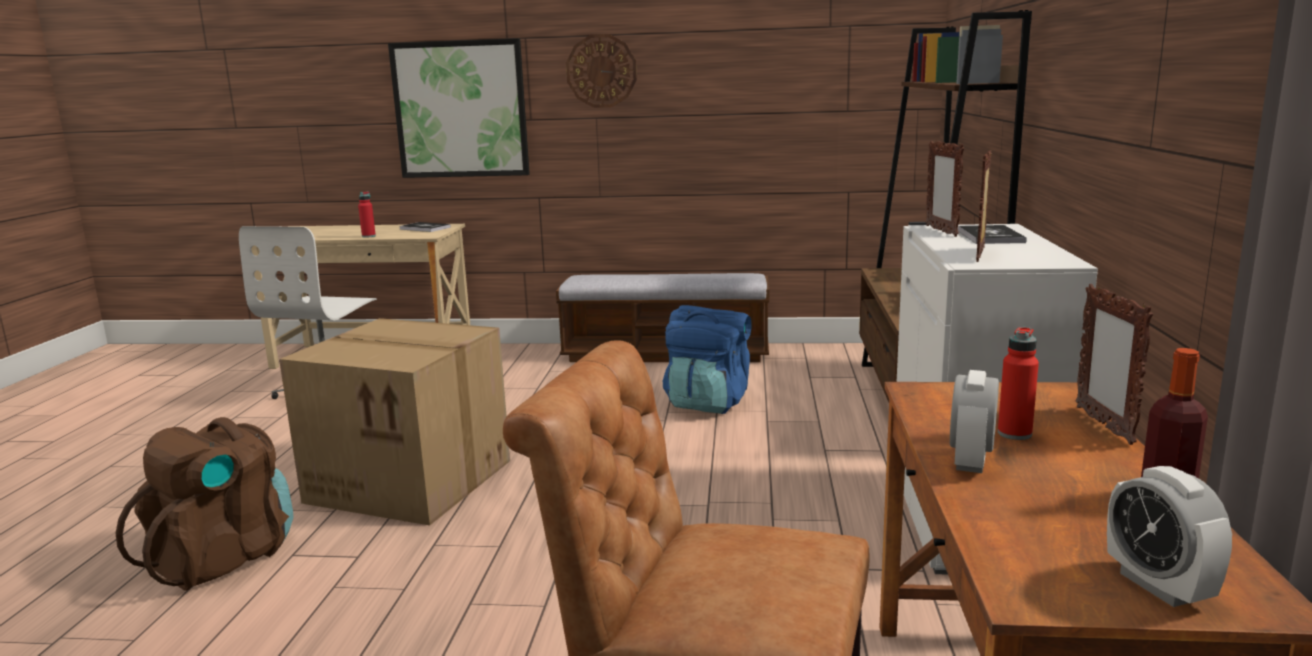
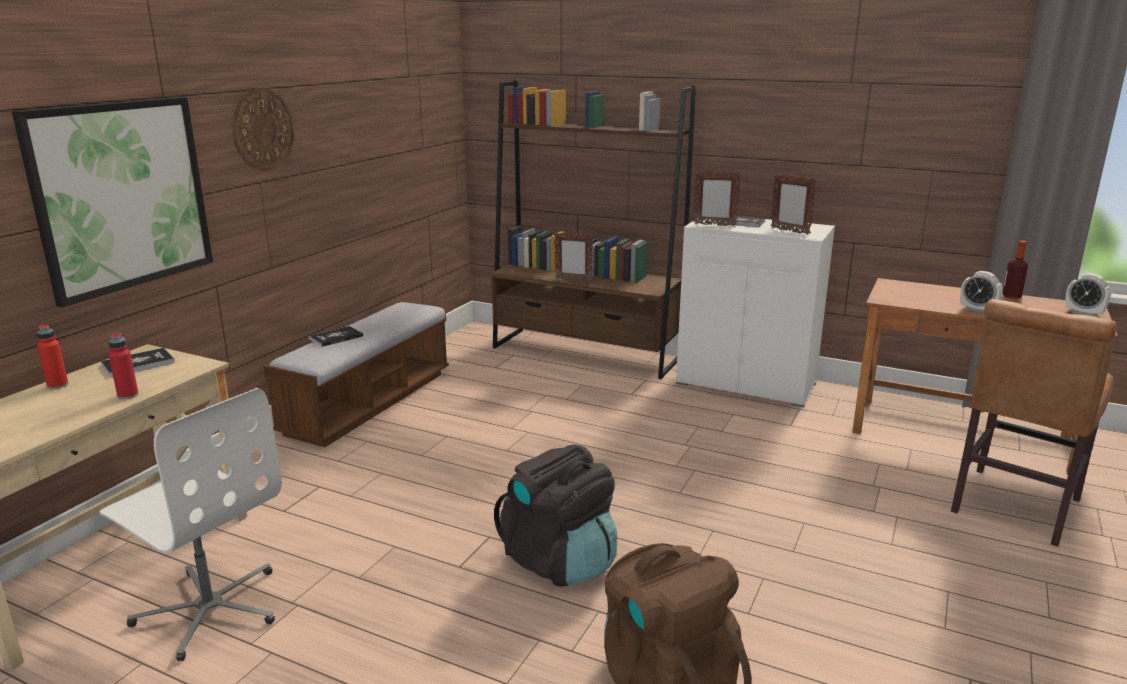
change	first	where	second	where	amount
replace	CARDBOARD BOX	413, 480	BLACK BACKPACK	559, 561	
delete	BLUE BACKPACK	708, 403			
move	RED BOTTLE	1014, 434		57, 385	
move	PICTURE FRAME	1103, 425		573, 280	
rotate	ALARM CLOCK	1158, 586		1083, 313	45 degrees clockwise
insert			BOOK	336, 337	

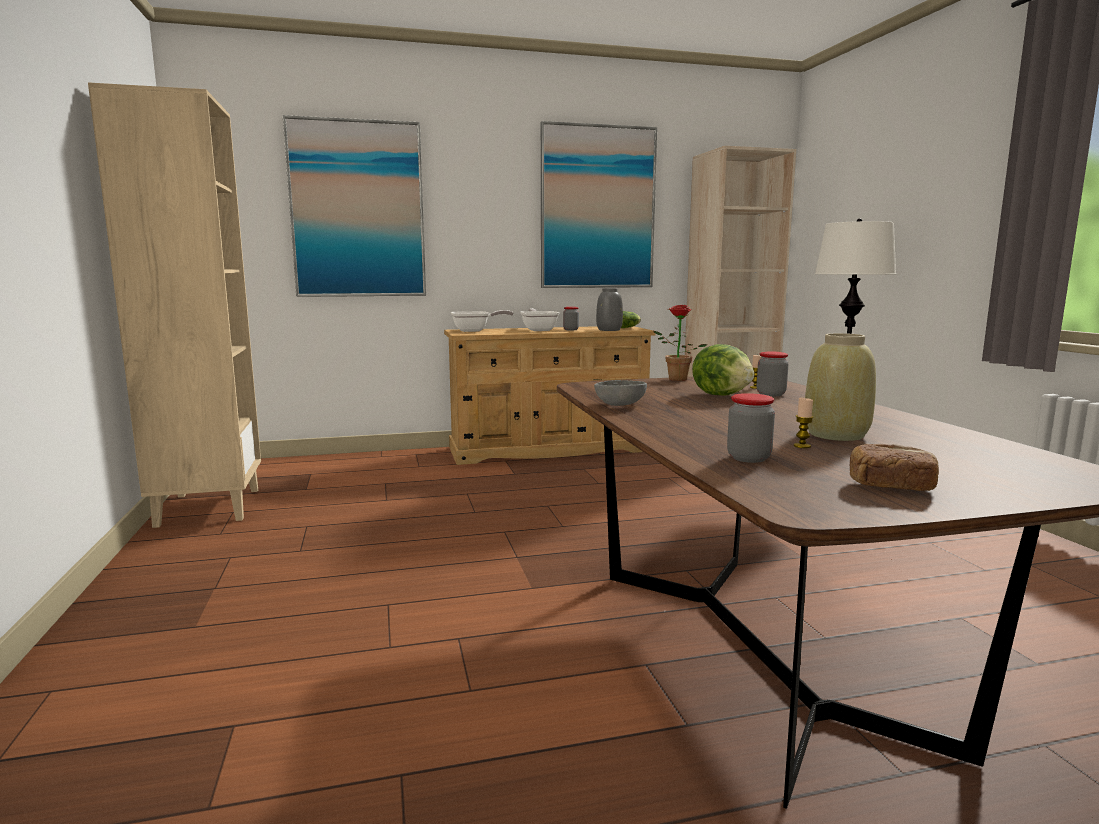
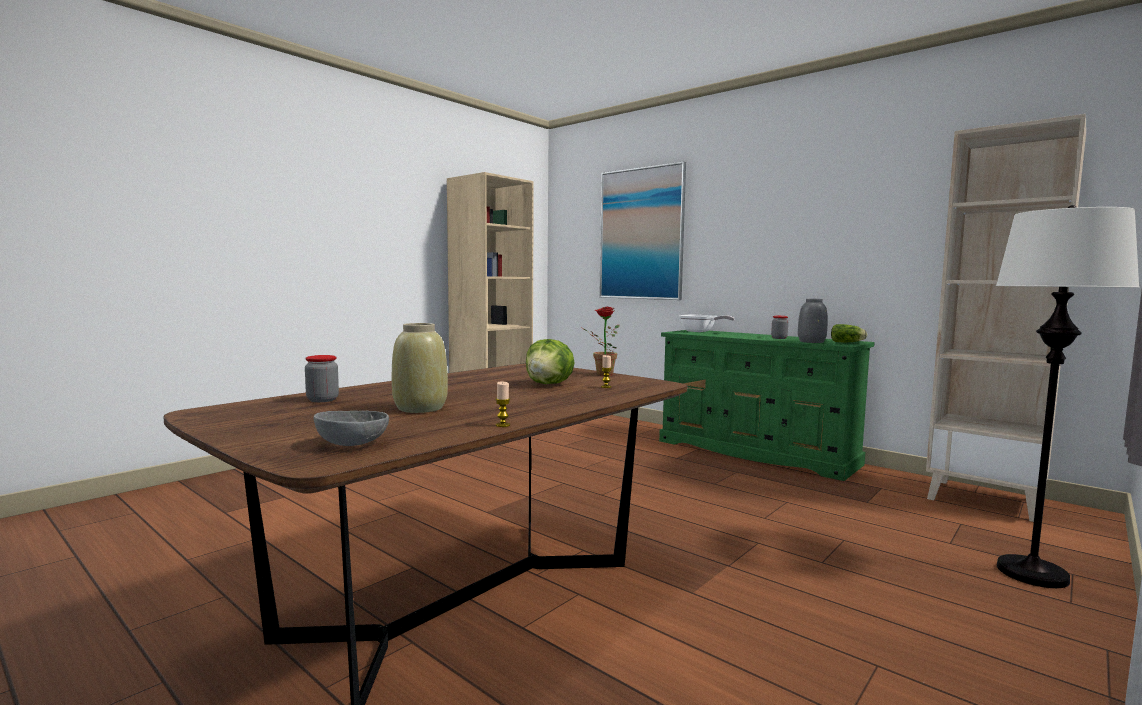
change	first	where	second	where	amount
recolor	BEIGE DRESSER	550, 449	GREEN DRESSER	756, 452	
delete	FRYING PAN	539, 330			
delete	PICTURE	597, 208			
move	GREY BOWL	618, 404		352, 443	
delete	JAR	771, 394			
move	CANDLE	802, 446		503, 425	
delete	BREAD	891, 487			

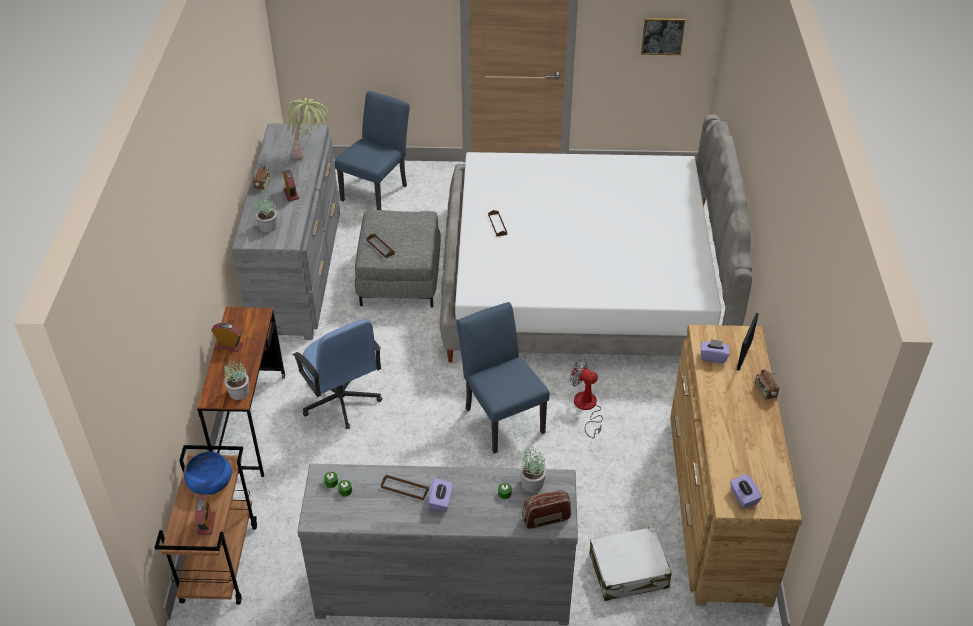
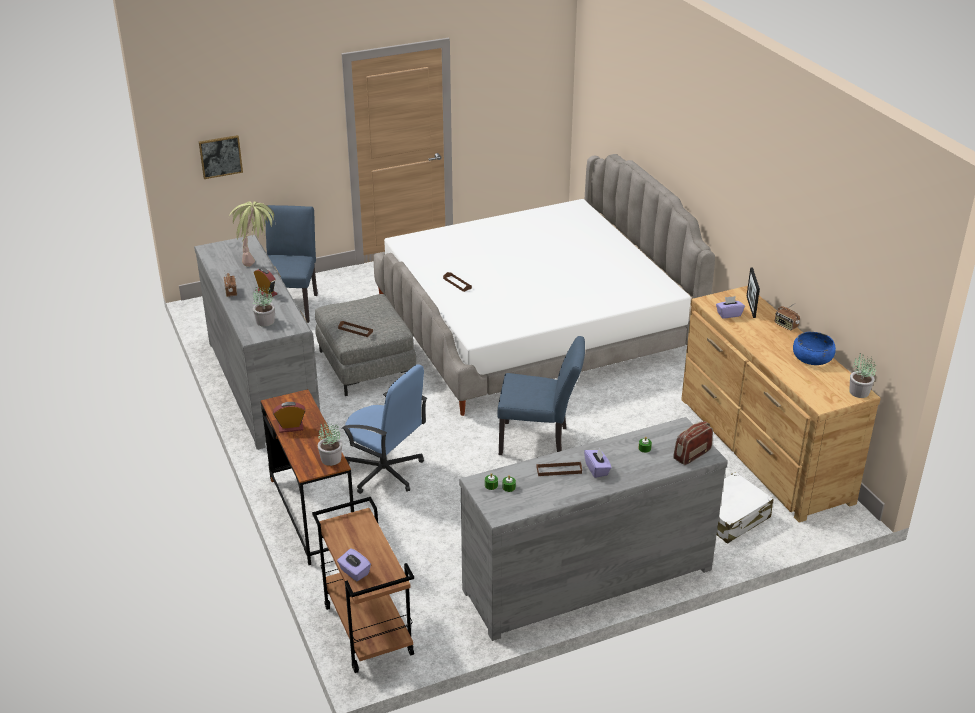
change	first	where	second	where	amount
move	BLUE BOWL	209, 481		812, 357	
delete	ALARM CLOCK	206, 523			
rotate	BLUE CHAIR	501, 416		539, 441	150 degrees clockwise
move	POTTED PLANT	532, 483		858, 392	
delete	FAN	587, 408			
move	PICTURE	662, 36		220, 156	
move	PURPLE TISSUE BOX	743, 497		354, 572	

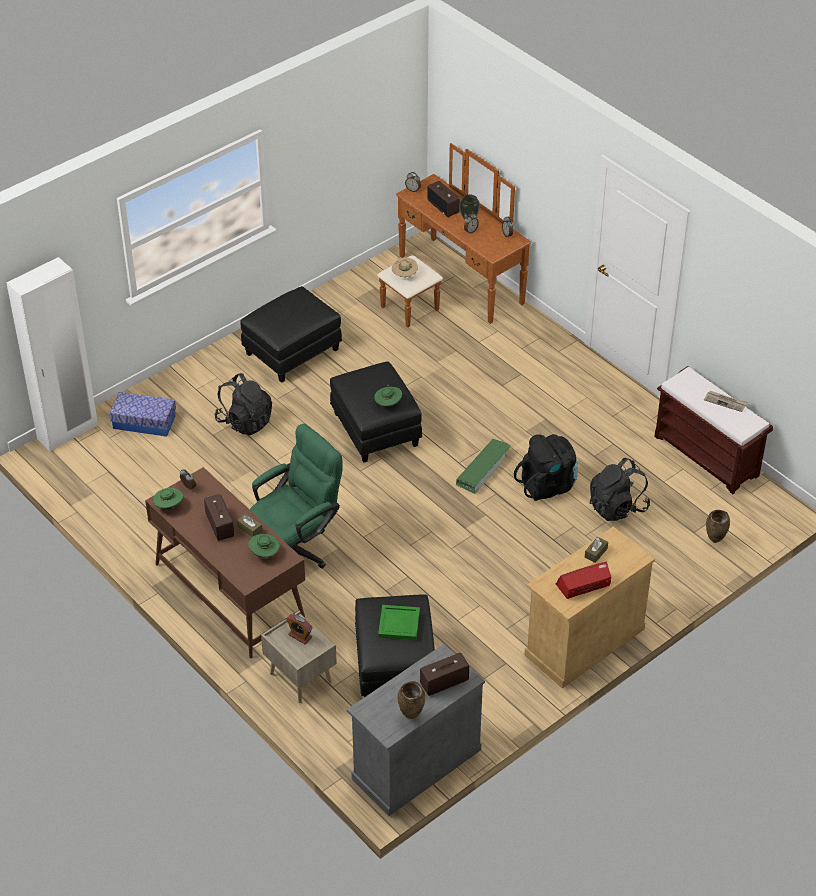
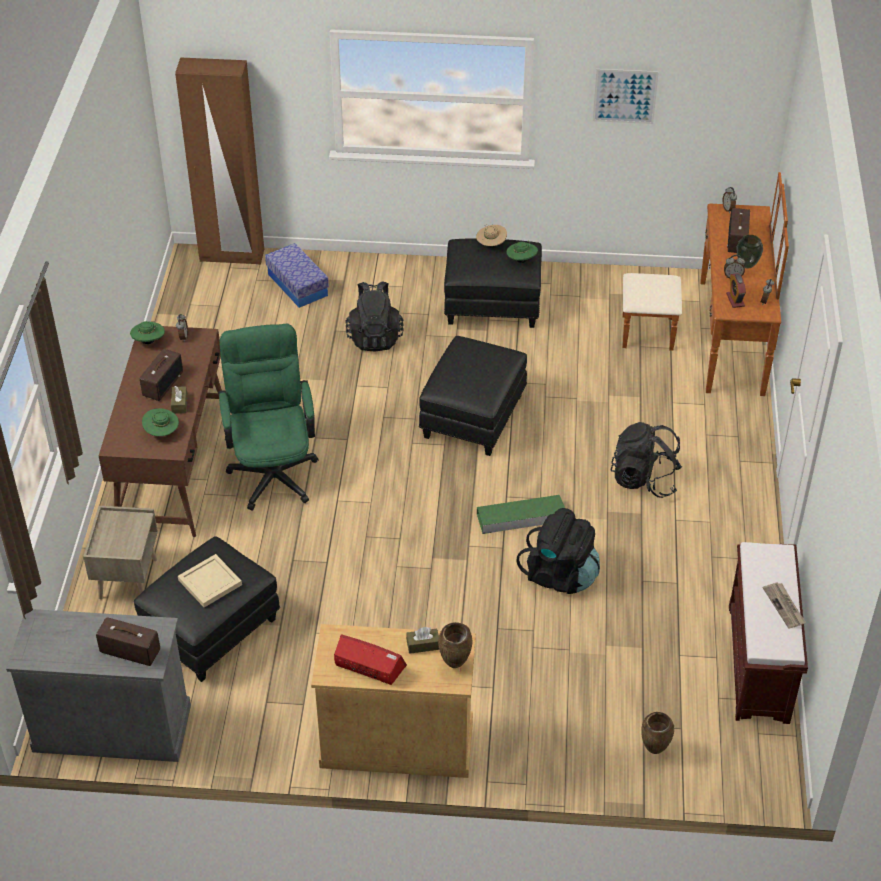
change	first	where	second	where	amount
recolor	WHITE WARDROBE	68, 433	BROWN WARDROBE	232, 256	
rotate	GREEN OFFICE CHAIR	296, 547		273, 469	105 degrees counterclockwise
move	ALARM CLOCK	300, 636		735, 300	
move	GREEN HAT	388, 403		521, 260	
recolor	GREEN TRAY	399, 623	BEIGE TRAY	211, 582	
move	BEIGE HAT	404, 275		491, 245	
move	BROWN VASE	411, 716		455, 665	
move	BLACK BACKPACK	617, 507		644, 479	
insert			PICTURE	625, 96	

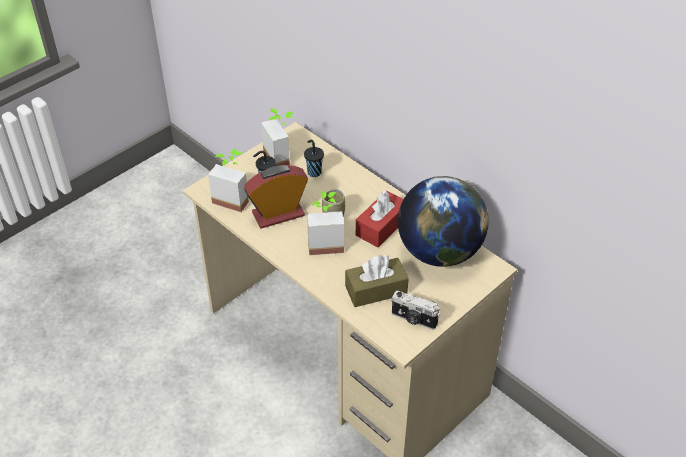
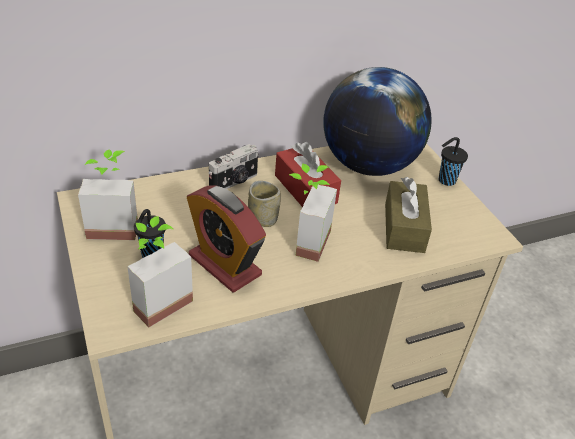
change	first	where	second	where	amount
rotate	ALARM CLOCK	278, 214		225, 265	45 degrees counterclockwise
move	BLACK CUP	314, 172		445, 180	
move	PHOTO CAMERA	413, 319		234, 182	

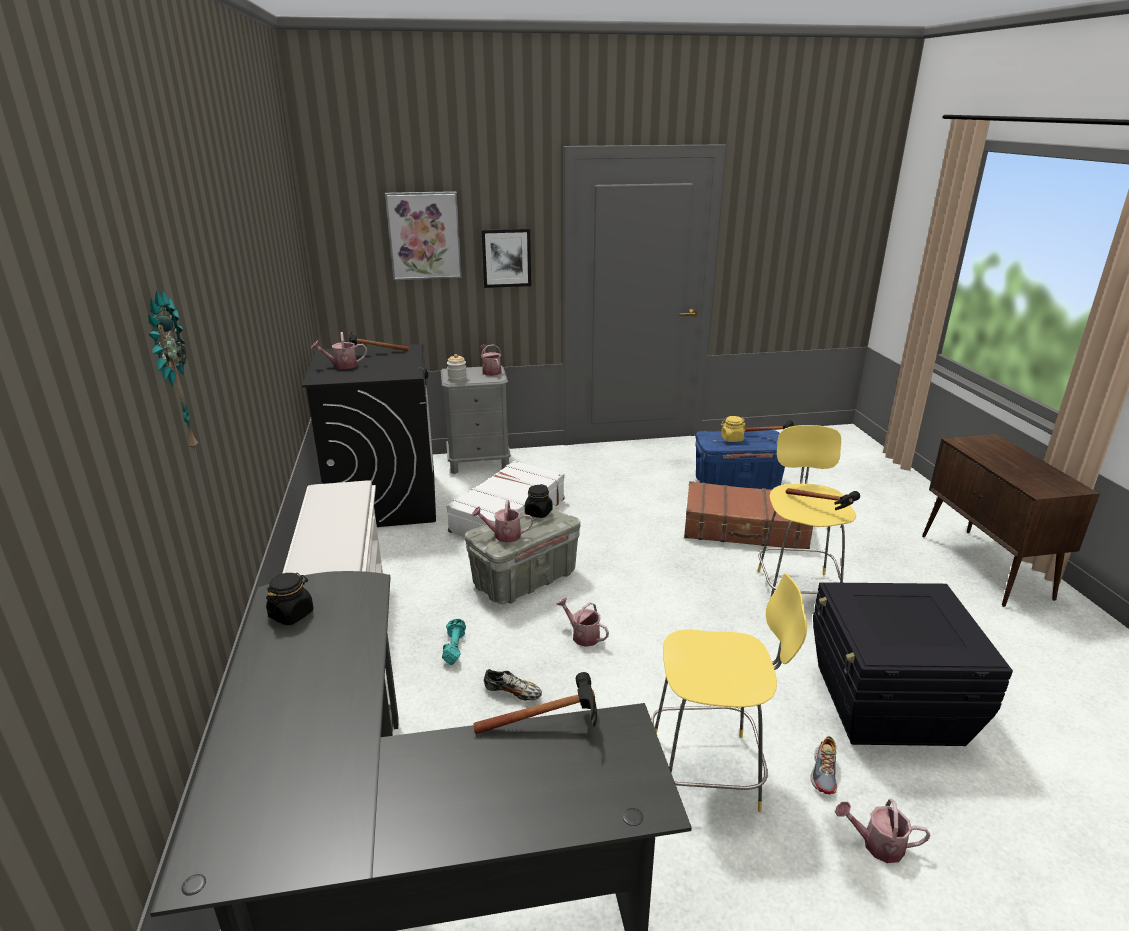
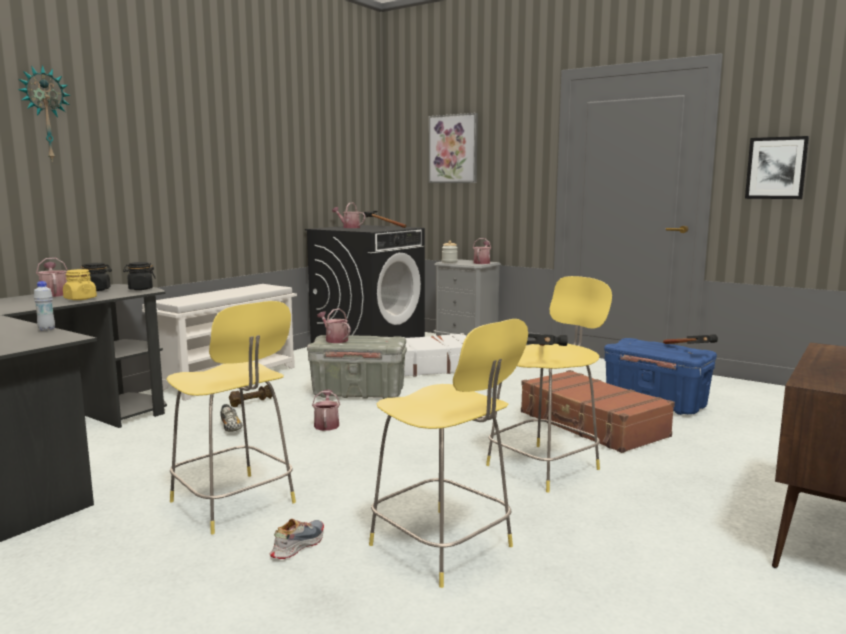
change	first	where	second	where	amount
recolor	TURQUOISE DUMBBELL	454, 648	BROWN DUMBBELL	251, 402	
replace	HAMMER	552, 725	WHITE BOTTLE	46, 329	
move	PICTURE	506, 258		776, 168	
move	BLACK JAR	538, 513		140, 289	
move	YELLOW JAR	731, 439		80, 299	
rotate	SHOE	824, 772		297, 545	150 degrees clockwise
replace	BLACK STORAGE BOX	886, 704	YELLOW STOOL	444, 548	
move	WATERING CAN	877, 844		54, 294	

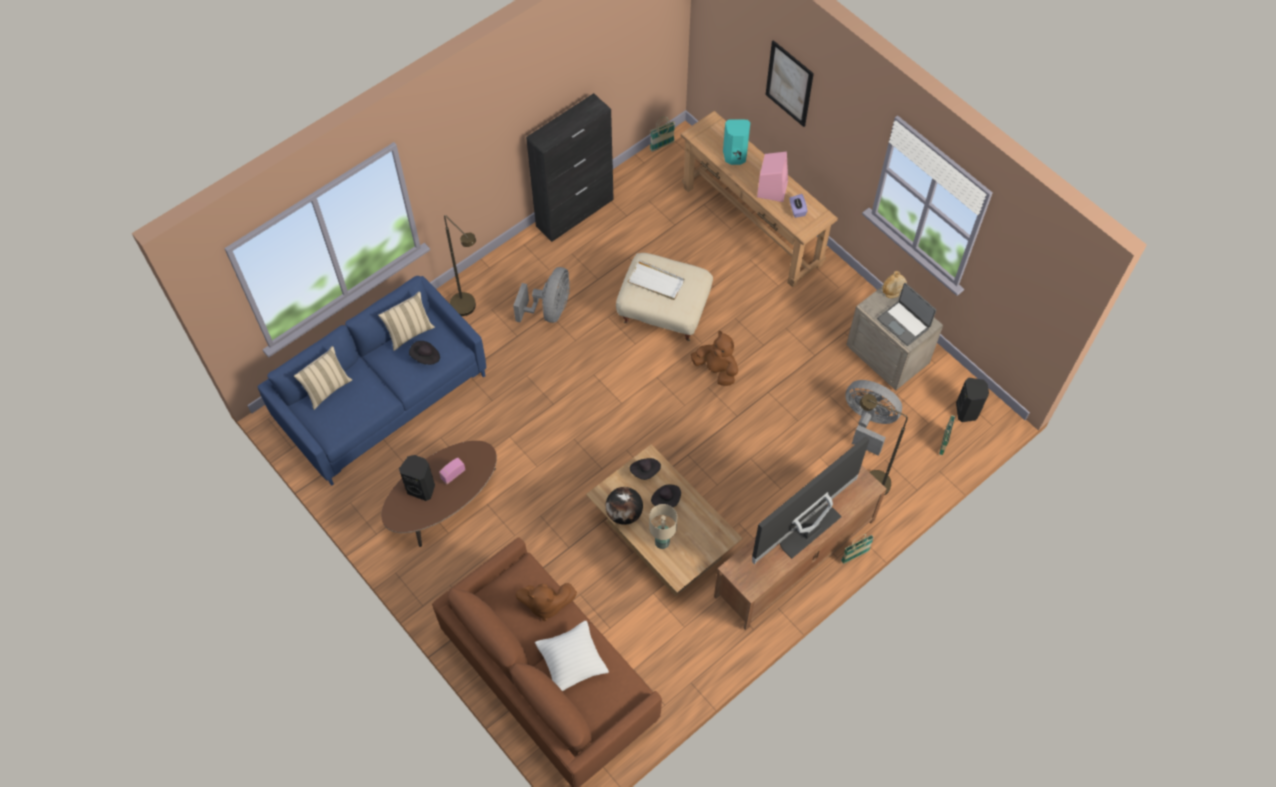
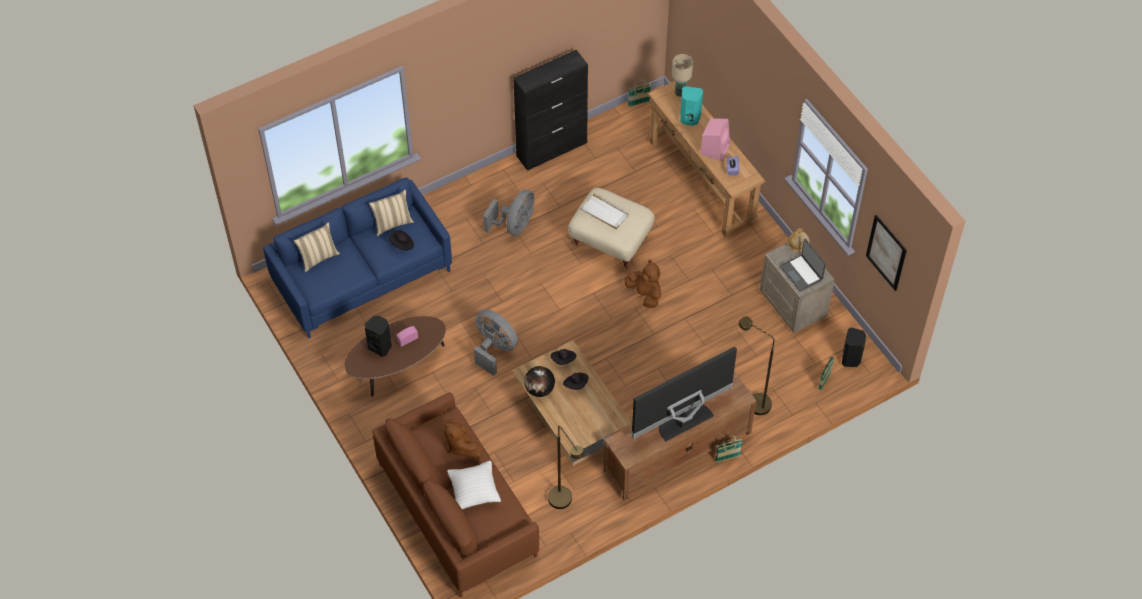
change	first	where	second	where	amount
move	BROWN FLOOR LAMP	468, 309		564, 503	
rotate	BROWN PLUSH TOY	545, 604		461, 446	45 degrees clockwise
move	BEIGE TABLE LAMP	662, 542		680, 92	
move	PICTURE	789, 83		886, 252	
move	GREY FAN	868, 423		494, 349	

